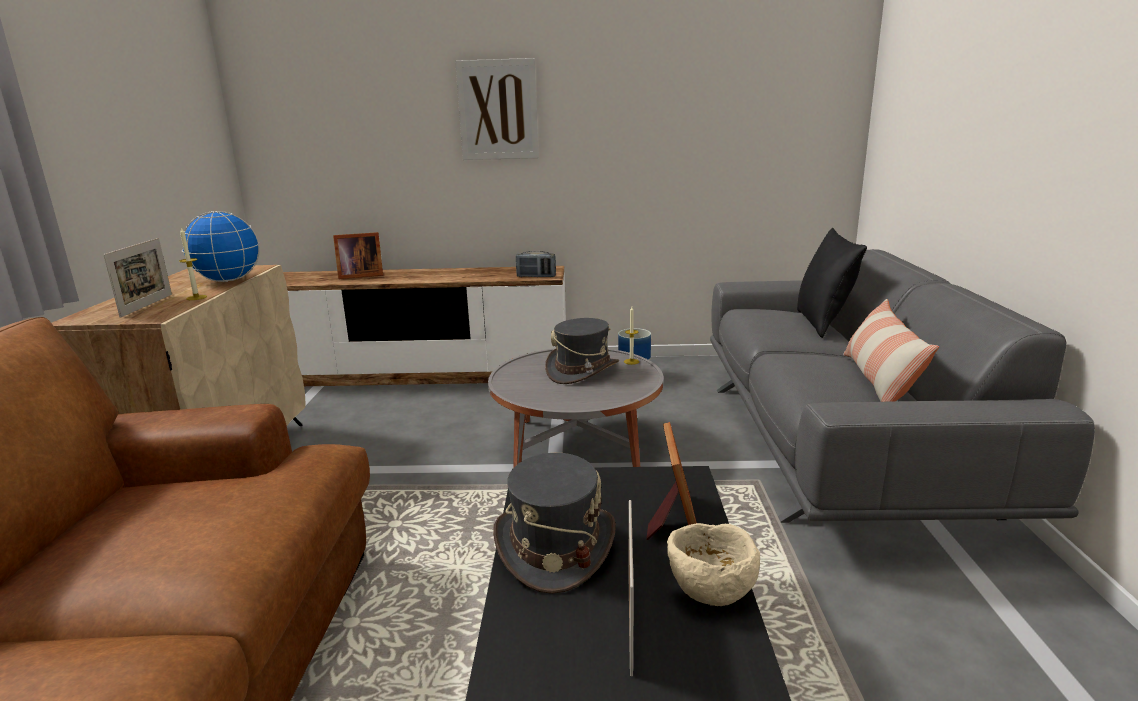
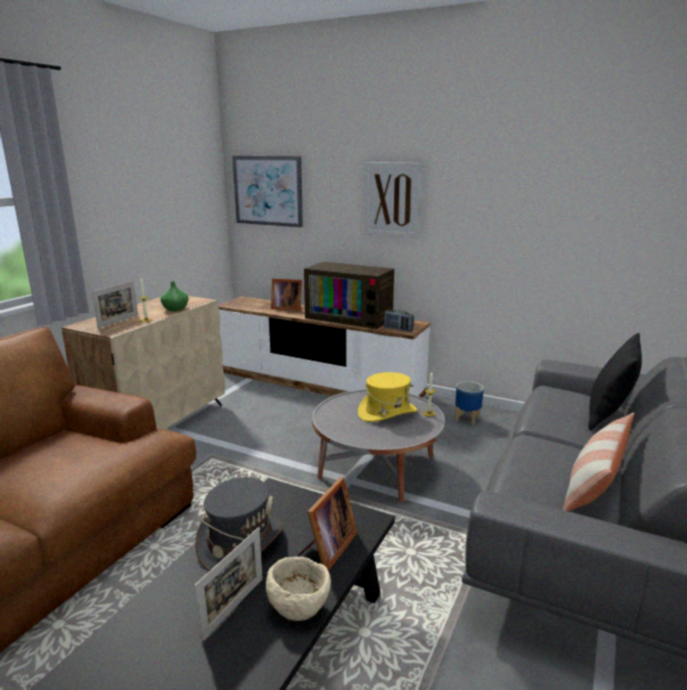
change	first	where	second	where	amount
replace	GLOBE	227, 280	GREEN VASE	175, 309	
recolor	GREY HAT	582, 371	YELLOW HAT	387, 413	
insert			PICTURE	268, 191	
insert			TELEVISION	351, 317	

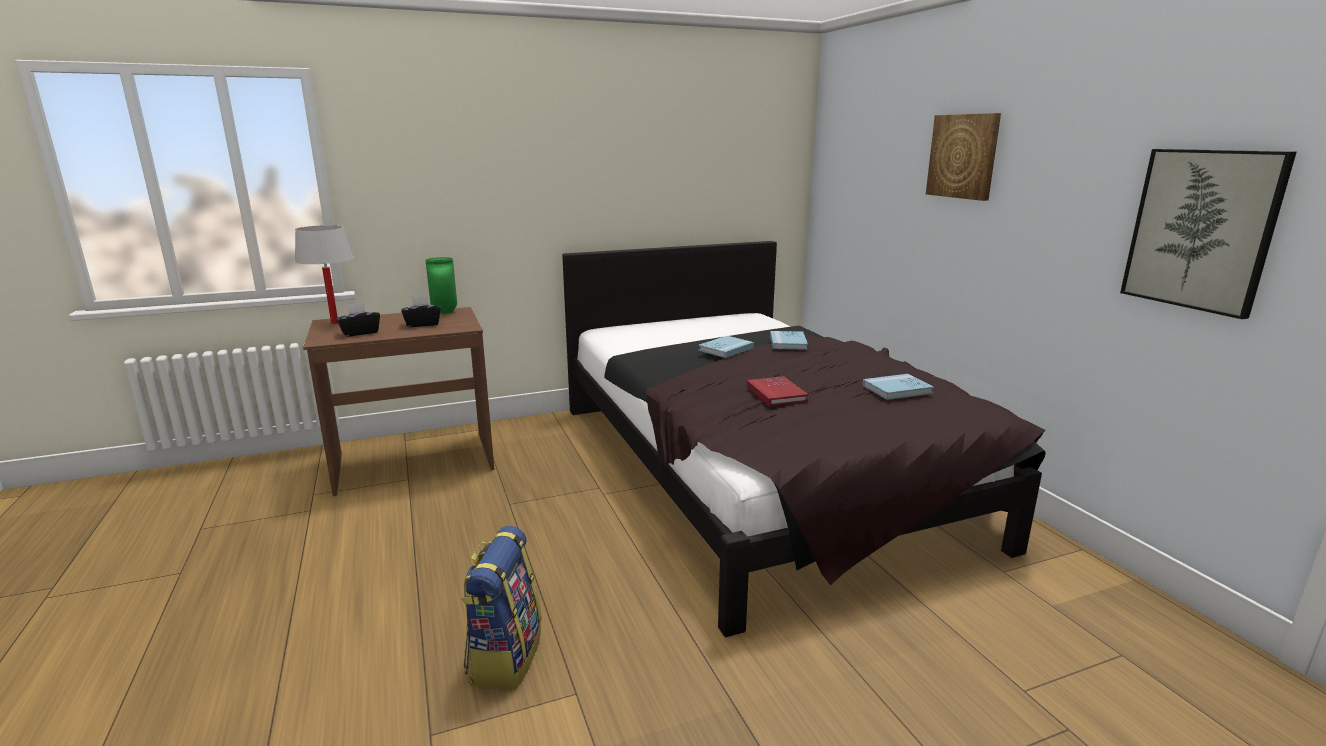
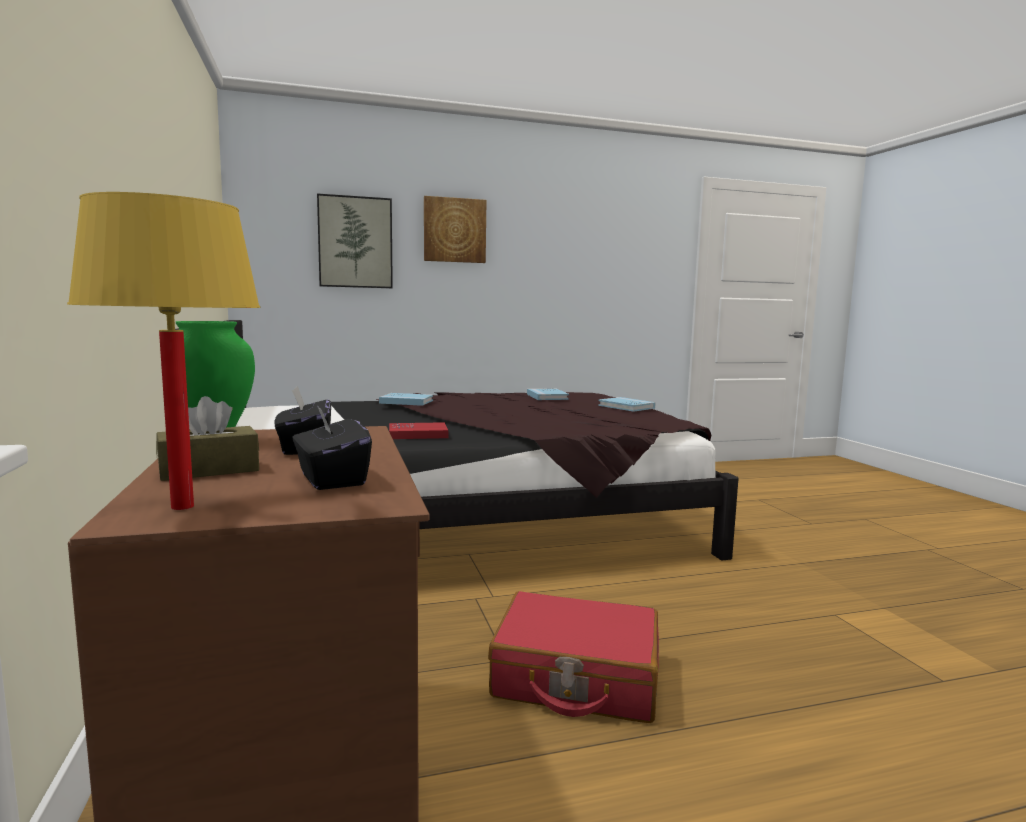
change	first	where	second	where	amount
recolor	WHITE TABLE LAMP	335, 323	YELLOW TABLE LAMP	182, 506	
delete	BACKPACK	504, 656			
move	BLUE BOOK	726, 349		626, 407	
move	RED BOOK	776, 394		418, 434	
move	PICTURE	1202, 230		355, 242	
insert			BROWN TISSUE BOX	209, 470	
insert			RED SUITCASE	576, 677	

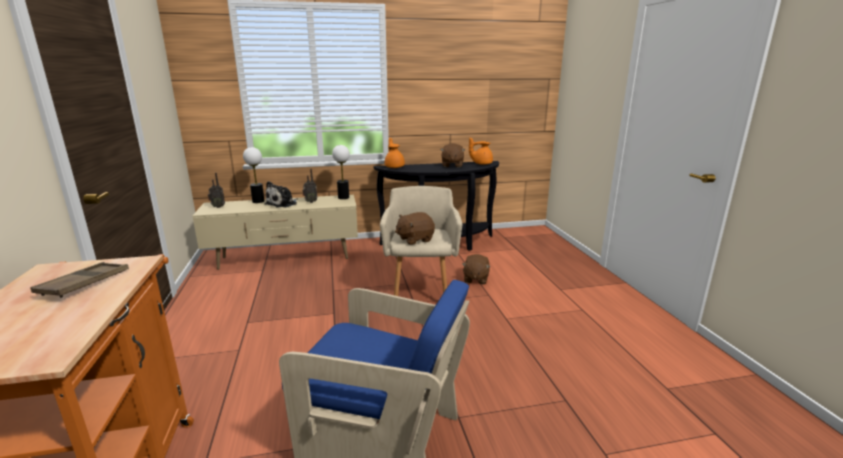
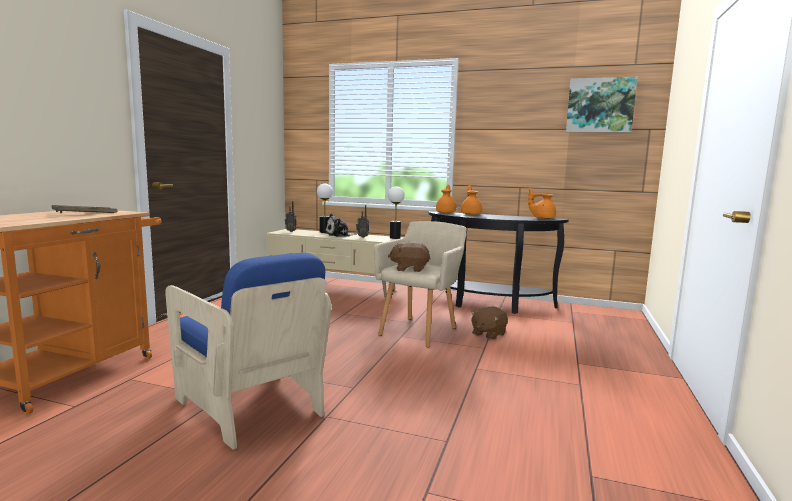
change	first	where	second	where	amount
delete	BROWN PLUSH TOY	452, 165			
insert			ORANGE TEAPOT	471, 214	
insert			PICTURE	600, 105	

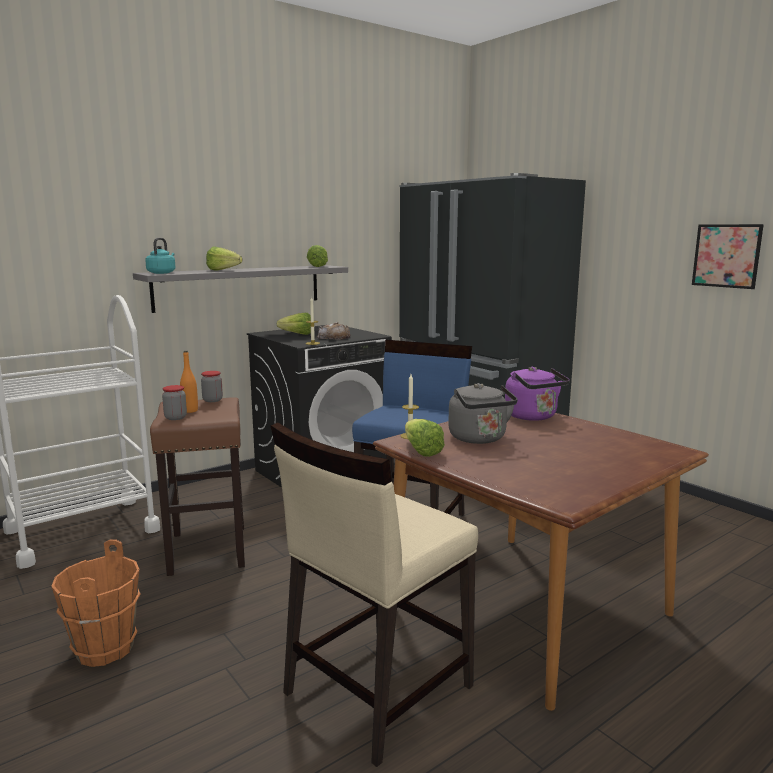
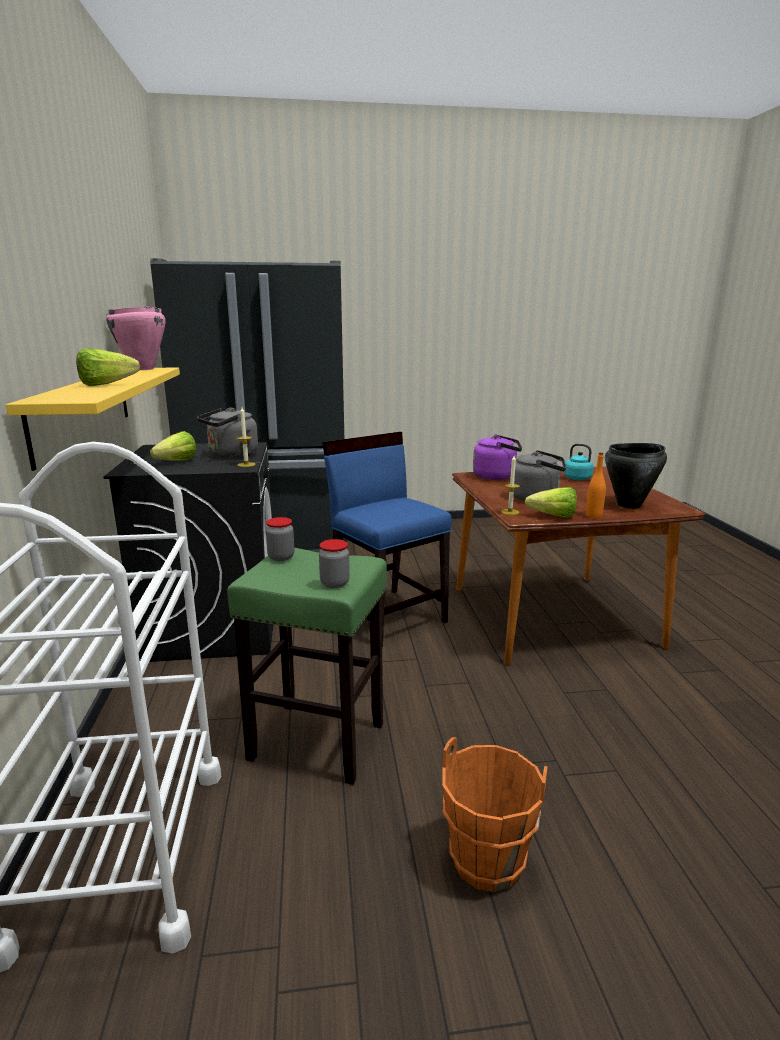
change	first	where	second	where	amount
recolor	GREY SHELF	239, 287	YELLOW SHELF	84, 410	
move	TURQUOISE KETTLE	162, 273		575, 478	
recolor	BROWN STOOL	208, 550	GREEN STOOL	319, 741	
move	ORANGE BOTTLE	190, 411		593, 516	
delete	BEIGE CHAIR	376, 689			
replace	LETTUCE	319, 266	PINK COOKING POT	142, 369	
replace	BREAD	334, 337	GREY KETTLE	231, 455	
delete	PICTURE	726, 256			
insert			BLACK COOKING POT	629, 505	

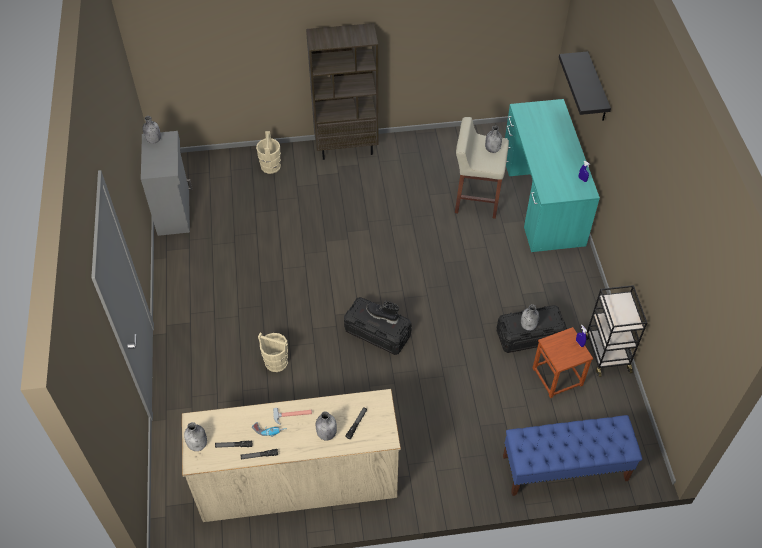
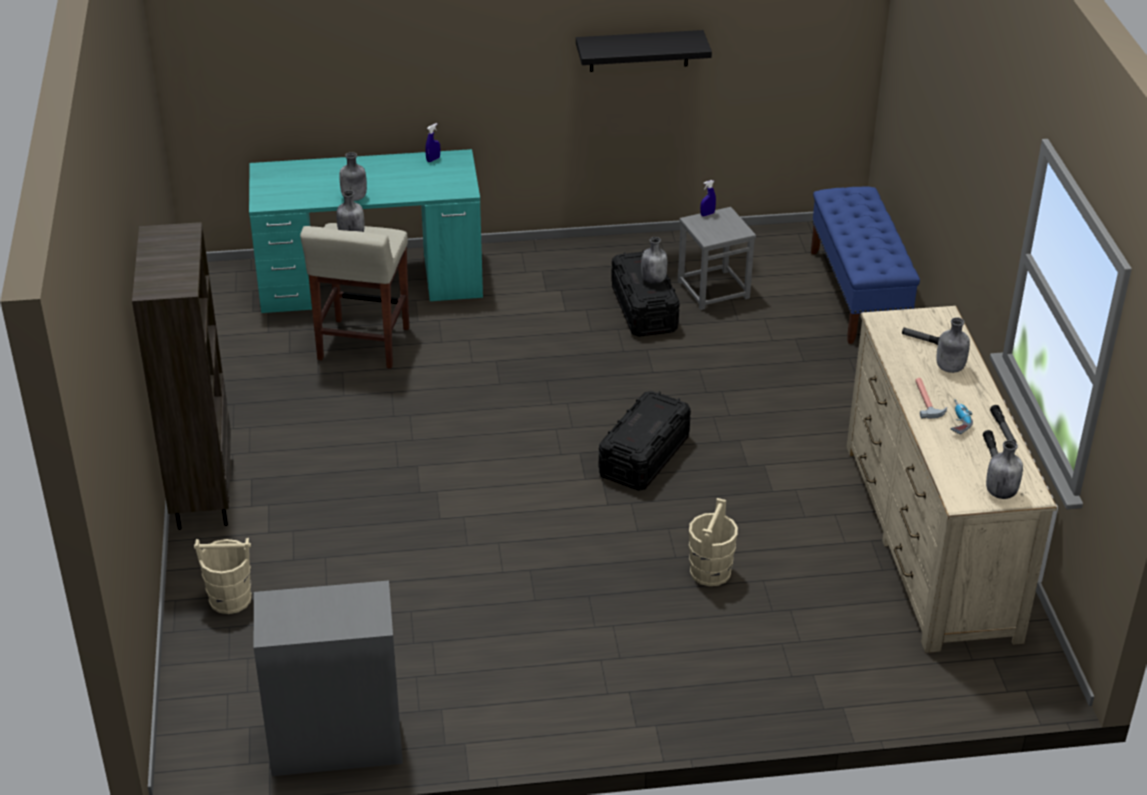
change	first	where	second	where	amount
move	GREY BOTTLE	153, 140		354, 198	
delete	BLACK BOOT	381, 315			
recolor	BROWN STOOL	558, 376	GREY STOOL	713, 289	
move	BLACK SHELF	597, 88		639, 51	
delete	BLACK CART	606, 352			

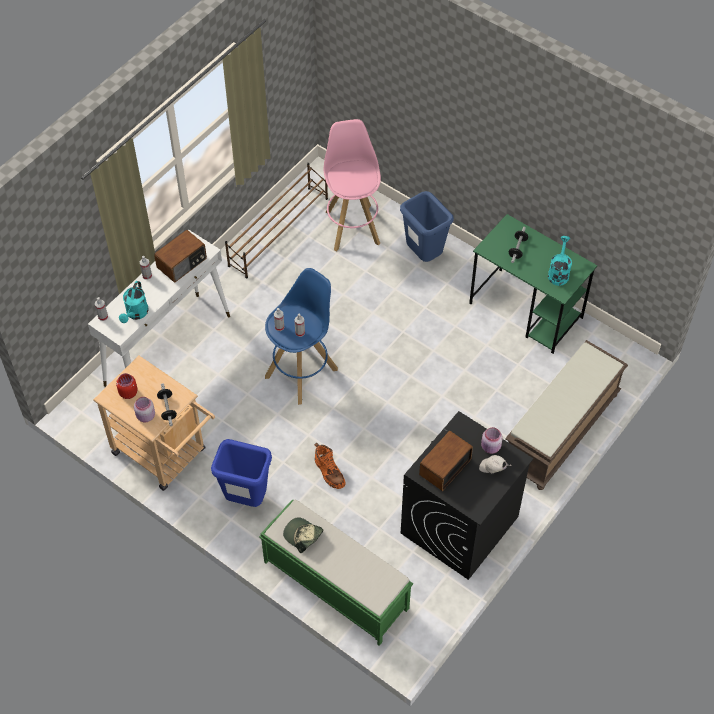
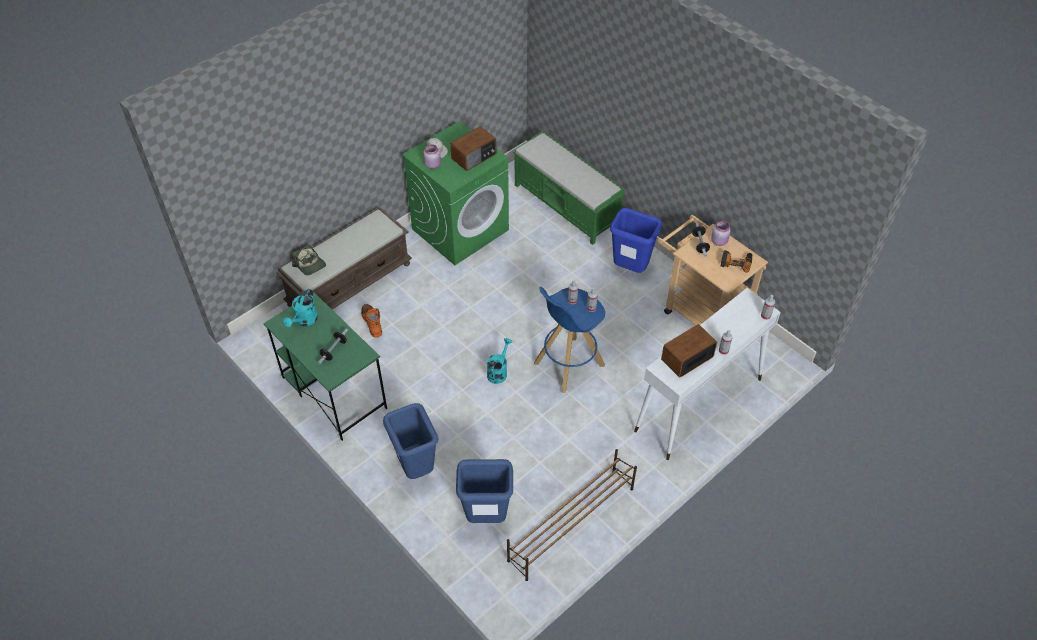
change	first	where	second	where	amount
replace	RED JAR	128, 392	POWER DRILL	736, 262	
move	TURQUOISE WATERING CAN	136, 314		498, 371	
move	CAP	303, 536		310, 265	
move	ORANGE BOOT	329, 472		372, 323	
replace	PINK STOOL	352, 226	BLUE TRASH CAN	486, 517	
recolor	BLACK WASHING MACHINE	459, 525	GREEN WASHING MACHINE	460, 229	

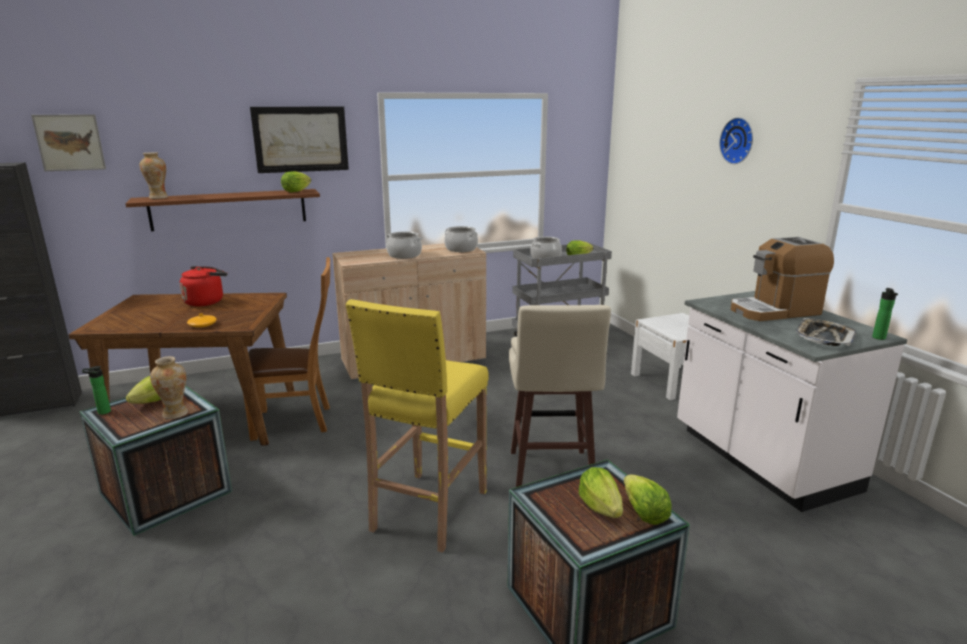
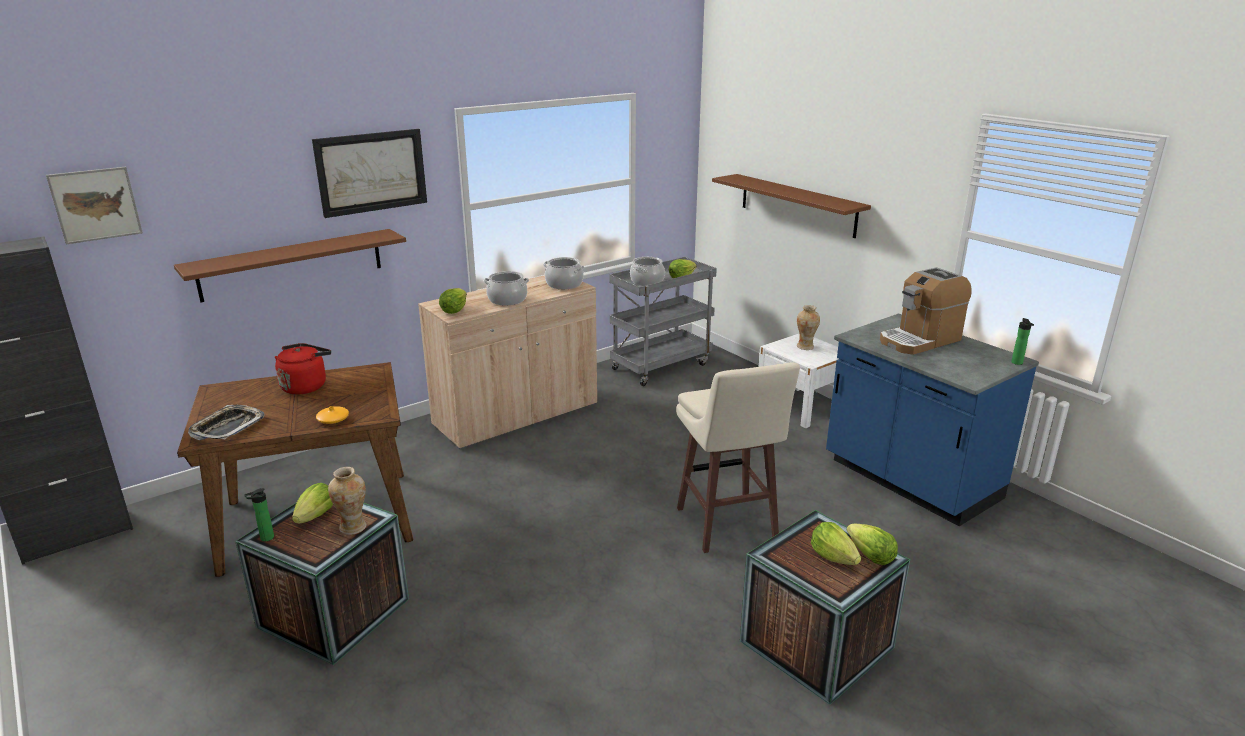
change	first	where	second	where	amount
move	VASE	158, 197		805, 347	
delete	BROWN CHAIR	297, 421			
move	LETTUCE	296, 191		454, 310	
delete	YELLOW STOOL	428, 512			
recolor	WHITE COUNTER	761, 460	BLUE COUNTER	910, 481	
delete	WALL CLOCK	738, 140			
move	TRAY	823, 337		227, 427	
insert			BROWN SHELF	797, 205	

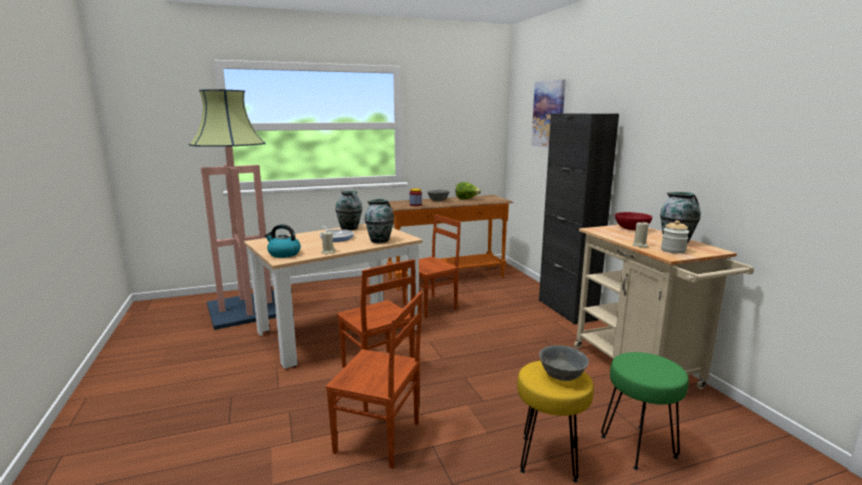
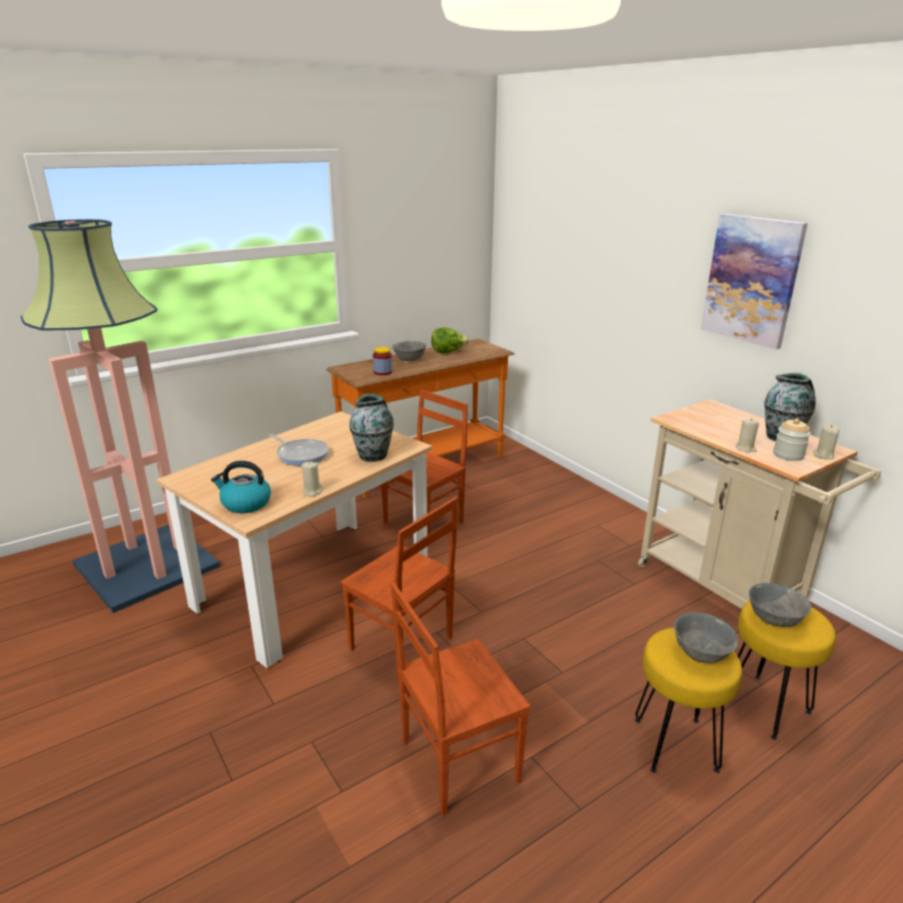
change	first	where	second	where	amount
rotate	BROWN CHAIR	378, 438		457, 760	150 degrees clockwise
delete	VASE	350, 228			
move	PICTURE	549, 114		752, 280	
delete	BLACK CABINET	566, 310			
recolor	GREEN STOOL	639, 447	YELLOW STOOL	766, 706	
delete	RED BOWL	632, 229			
insert			GREY BOWL	774, 619	
insert			BEIGE CANDLE	823, 455	

